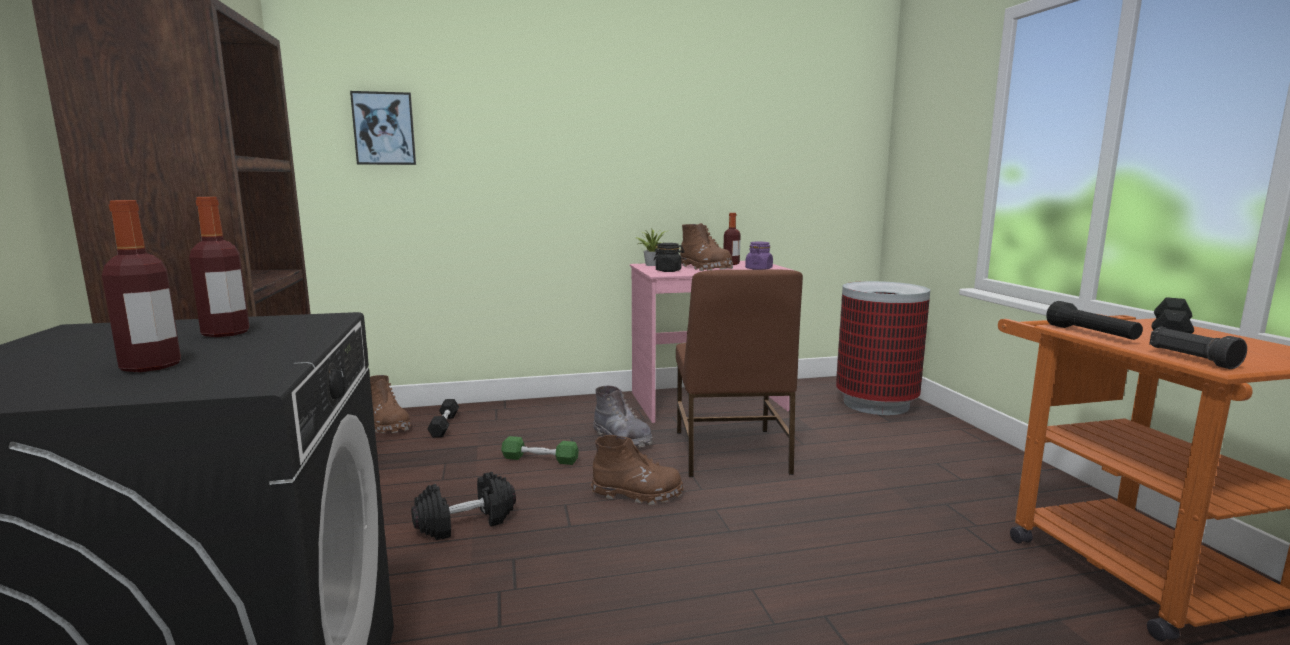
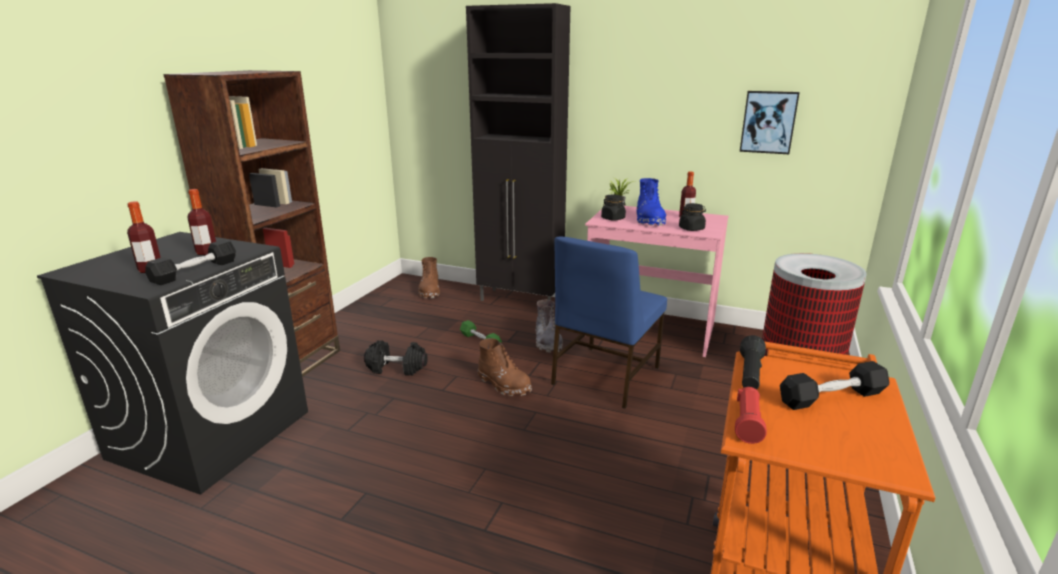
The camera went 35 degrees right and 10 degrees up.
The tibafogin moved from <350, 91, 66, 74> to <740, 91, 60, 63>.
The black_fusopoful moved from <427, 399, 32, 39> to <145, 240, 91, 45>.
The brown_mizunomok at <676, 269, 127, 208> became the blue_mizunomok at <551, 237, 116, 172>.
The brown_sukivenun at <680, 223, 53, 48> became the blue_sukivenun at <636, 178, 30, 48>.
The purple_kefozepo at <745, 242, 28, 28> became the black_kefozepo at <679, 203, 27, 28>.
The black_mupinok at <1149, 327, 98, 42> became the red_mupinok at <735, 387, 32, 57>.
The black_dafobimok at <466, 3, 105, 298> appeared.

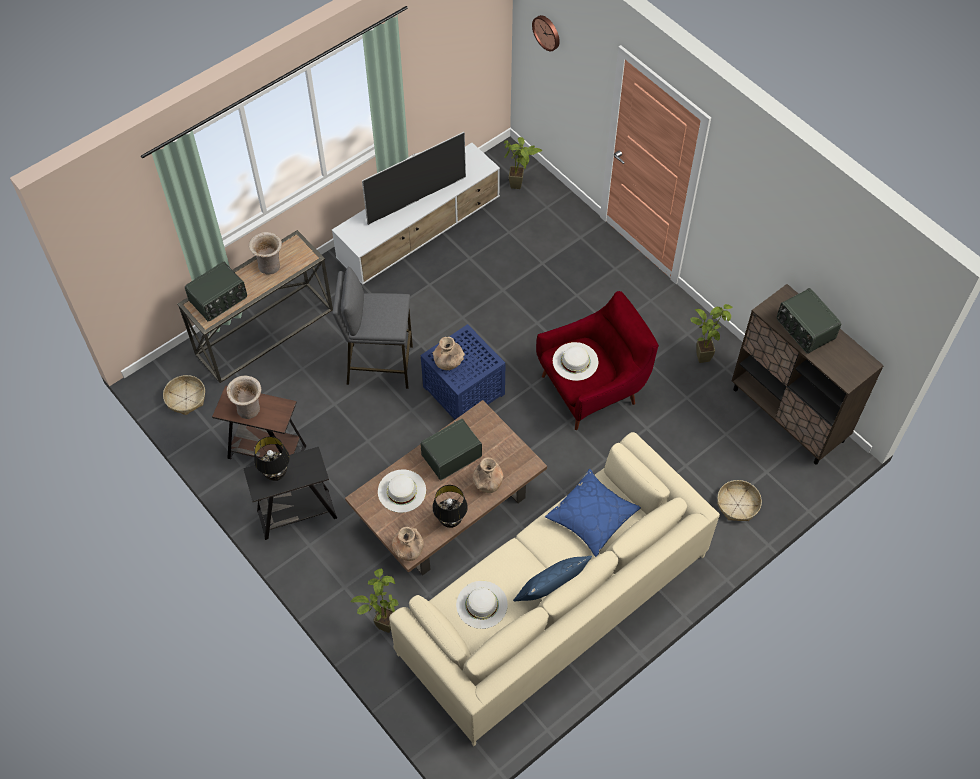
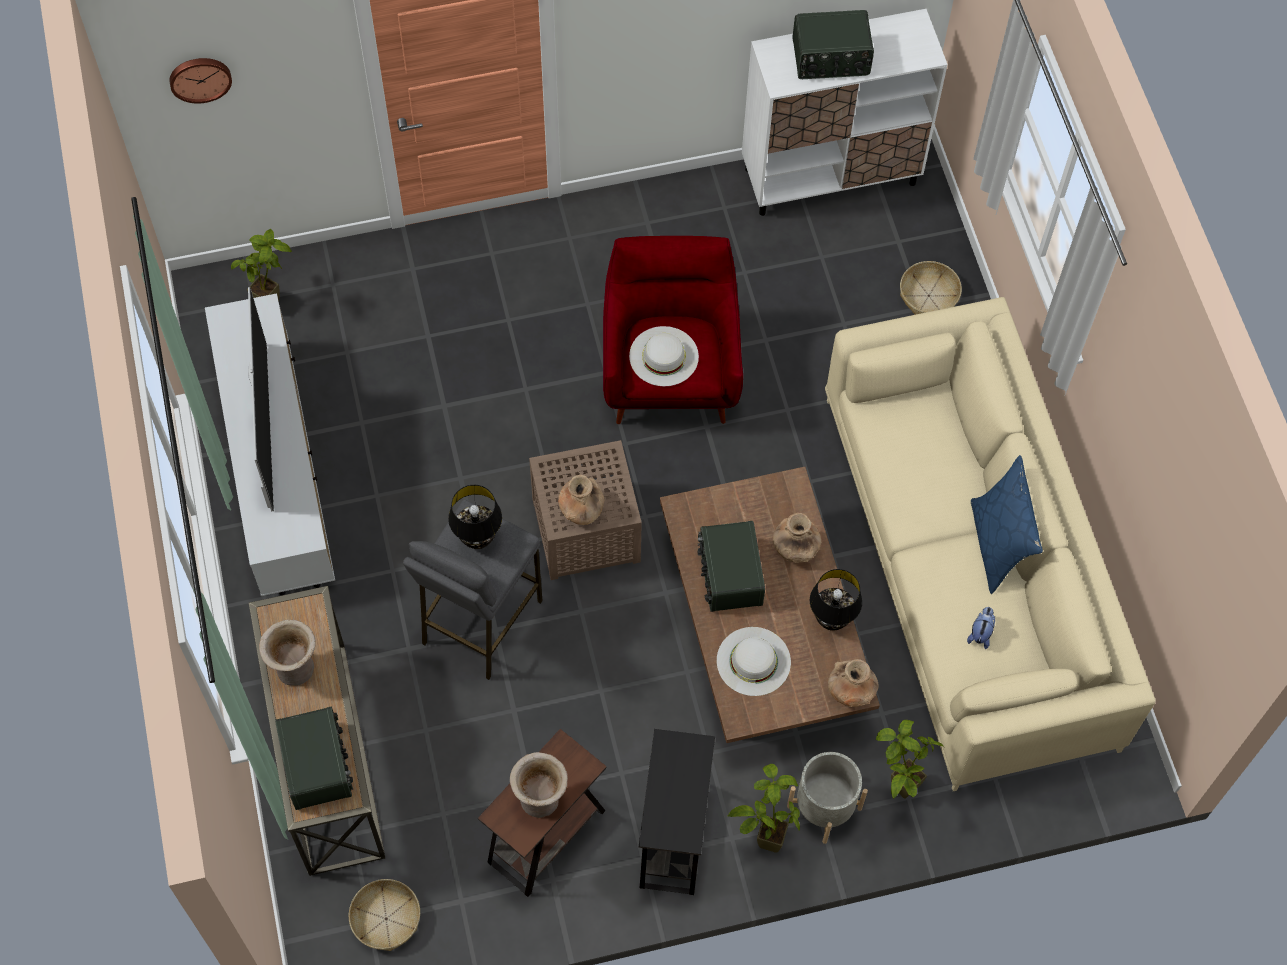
The camera went 65 degrees left and 5 degrees up.
The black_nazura moved from <254, 436, 36, 45> to <448, 485, 54, 64>.
The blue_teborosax at <421, 324, 84, 96> became the brown_teborosax at <529, 440, 113, 140>.
The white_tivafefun at <456, 581, 52, 48> was replaced by the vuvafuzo at <967, 607, 28, 42>.
The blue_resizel at <545, 469, 96, 88> disappeared.
The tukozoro moved from <690, 304, 42, 59> to <728, 764, 72, 89>.
The brown_dafobimok at <732, 284, 152, 181> became the white_dafobimok at <742, 9, 206, 207>.
The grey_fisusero at <787, 752, 81, 92> appeared.

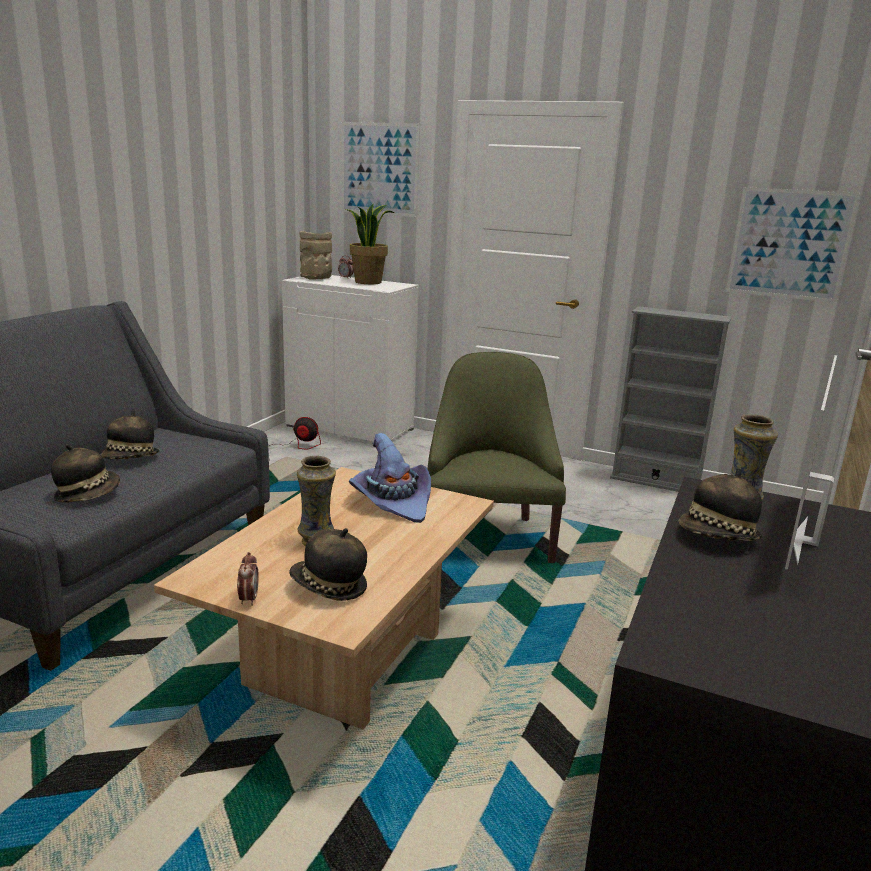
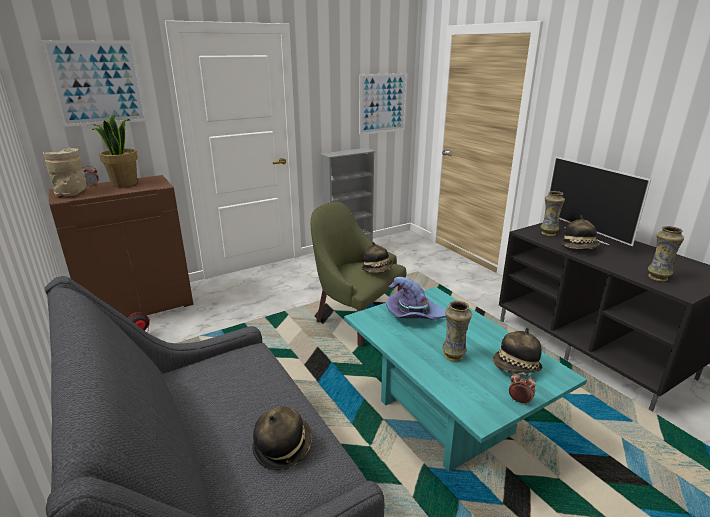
The camera went 55 degrees left and 5 degrees up.
The tivafefun moved from <101, 410, 58, 49> to <362, 242, 31, 31>.
The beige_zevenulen at <154, 467, 340, 262> became the turquoise_zevenulen at <344, 287, 243, 185>.
The white_dafobimok at <282, 275, 137, 167> became the brown_dafobimok at <49, 175, 144, 142>.
The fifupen at <648, 226, 36, 56> appeared.

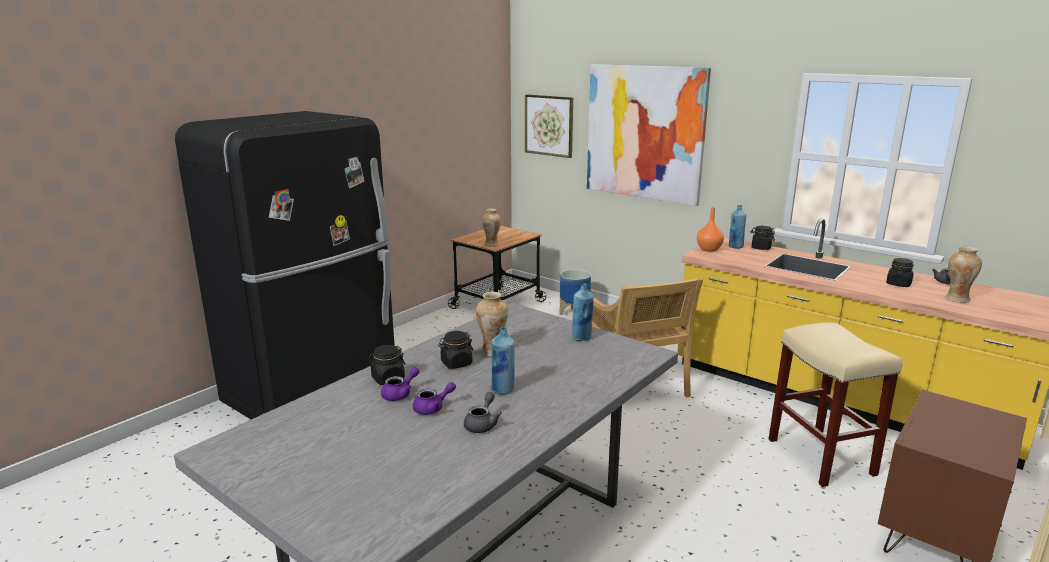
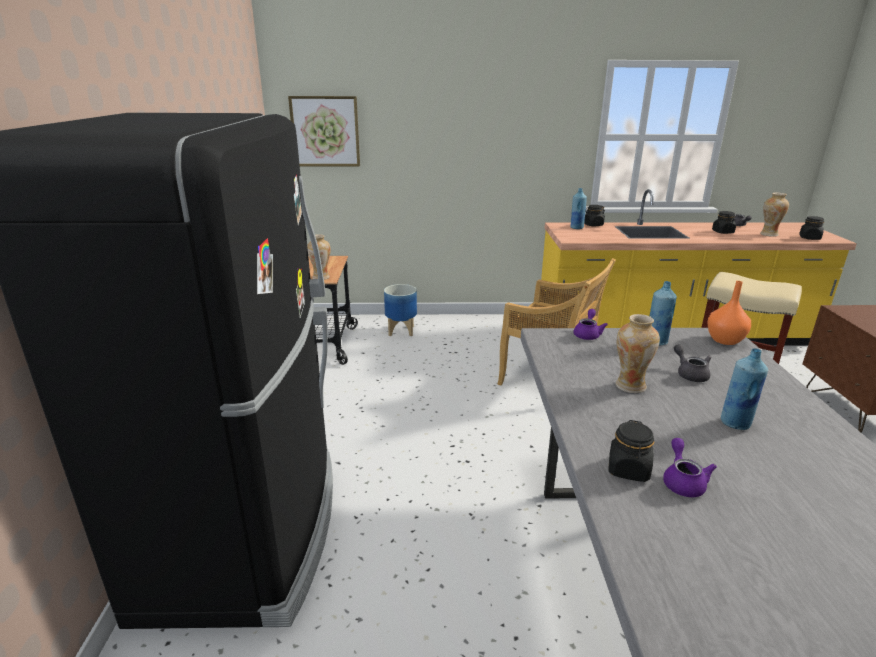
The camera went 40 degrees left and 5 degrees up.
The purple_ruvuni moved from <413, 382, 43, 33> to <574, 309, 34, 31>.
The black_kefozepo moved from <438, 331, 35, 38> to <799, 216, 25, 24>.
The grey_ruvuni moved from <464, 392, 38, 41> to <674, 344, 37, 38>.
The tibafogin at <587, 64, 124, 142> disappeared.
The orange_fifupen moved from <697, 207, 27, 45> to <707, 281, 44, 64>.

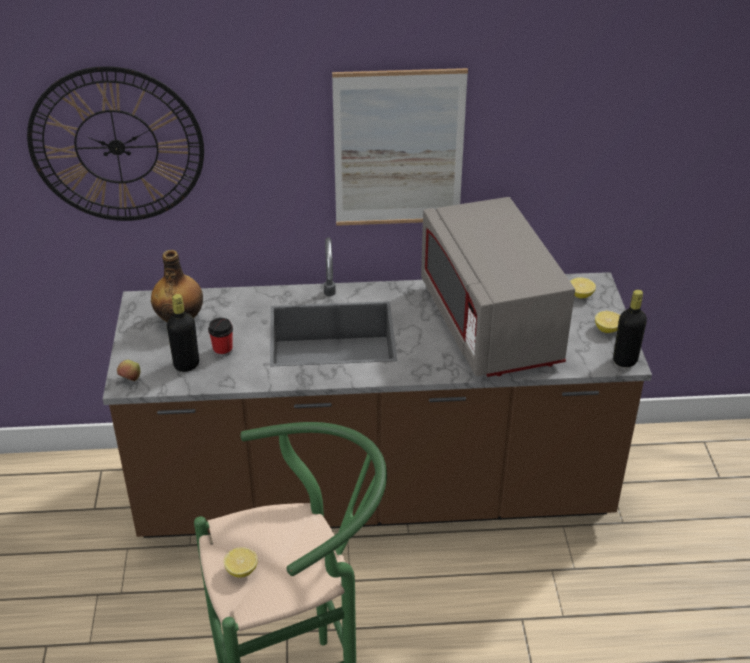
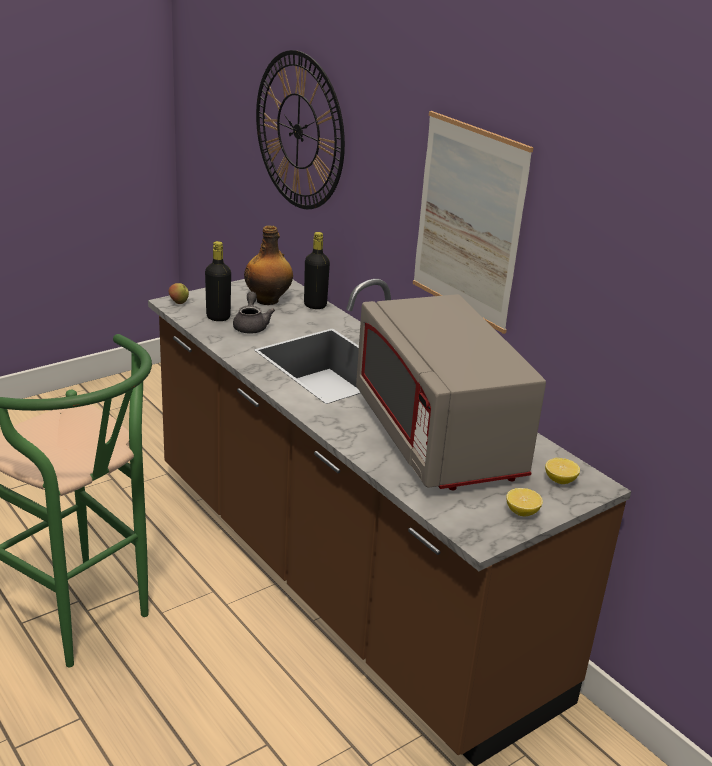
The camera went 55 degrees right and 10 degrees down.
The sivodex at <208, 318, 25, 39> was replaced by the grey_ruvuni at <233, 291, 42, 43>.
The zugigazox at <224, 547, 34, 31> disappeared.
The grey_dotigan at <421, 197, 154, 180> turned 60 degrees counterclockwise.
The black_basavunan moved from <613, 290, 34, 77> to <304, 232, 26, 77>.

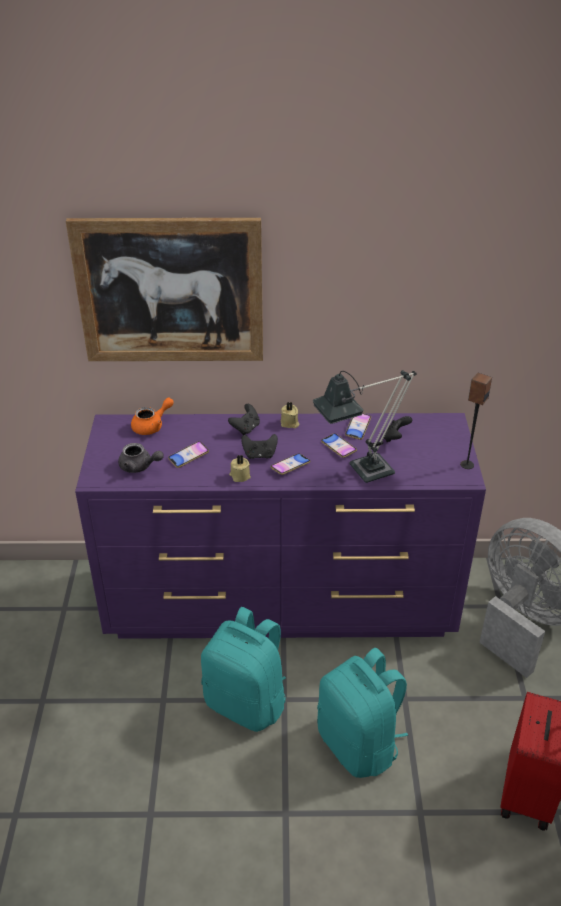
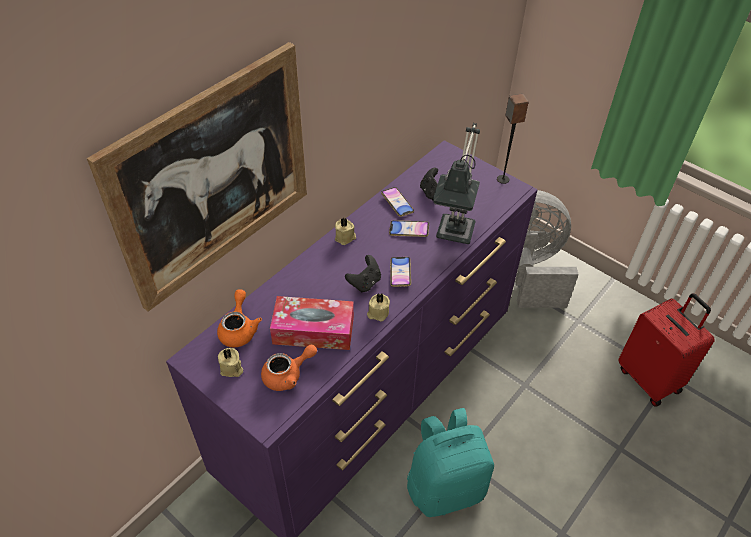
The camera went 50 degrees left and 10 degrees up.
The grey_ruvuni at <118, 443, 46, 30> became the orange_ruvuni at <261, 345, 56, 46>.
The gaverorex at <168, 441, 41, 27> was replaced by the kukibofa at <270, 296, 84, 54>.
The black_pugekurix at <228, 404, 32, 31> disappeared.
The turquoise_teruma at <318, 648, 90, 130> disappeared.
The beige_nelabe at <218, 348, 25, 29> appeared.

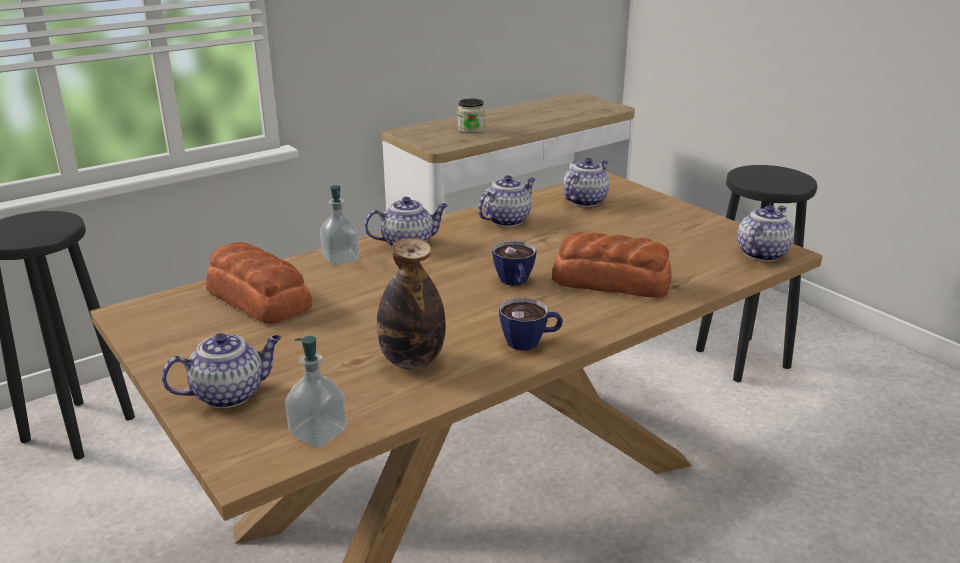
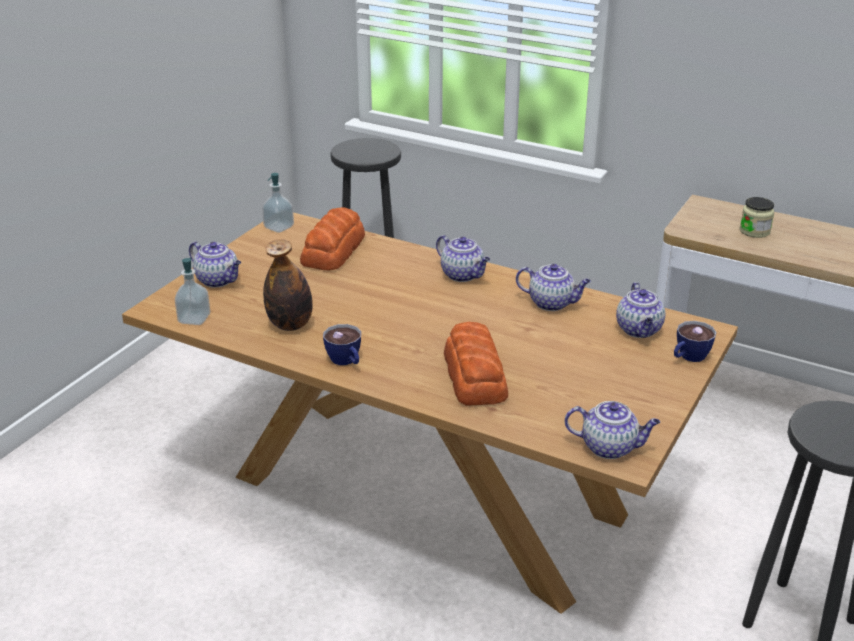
The camera went 65 degrees right and 5 degrees up.
The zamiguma moved from <320, 185, 39, 80> to <262, 173, 32, 60>.
The sivodex moved from <492, 241, 45, 45> to <674, 321, 42, 41>.
The ruvuni at <563, 158, 47, 49> turned 75 degrees clockwise.

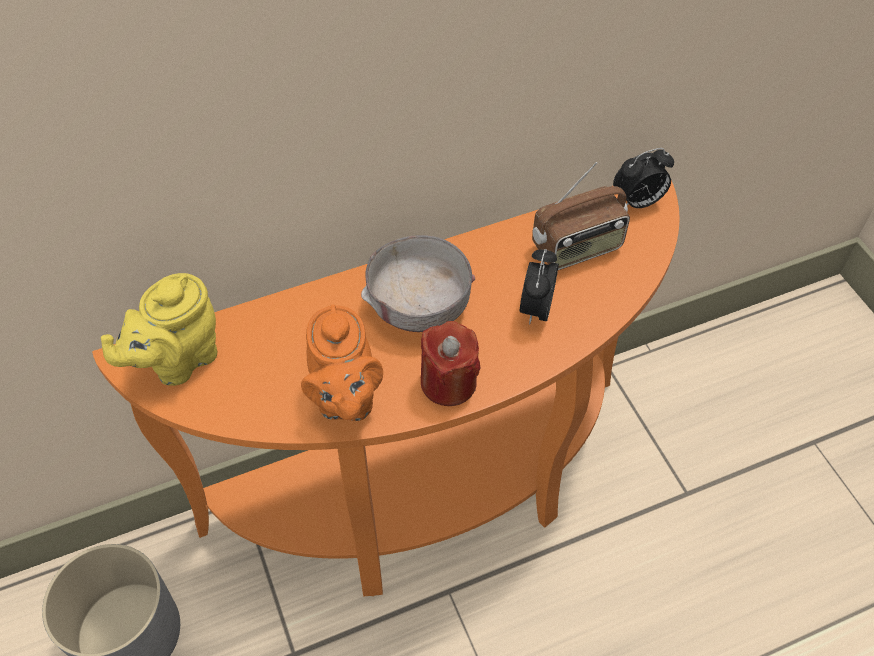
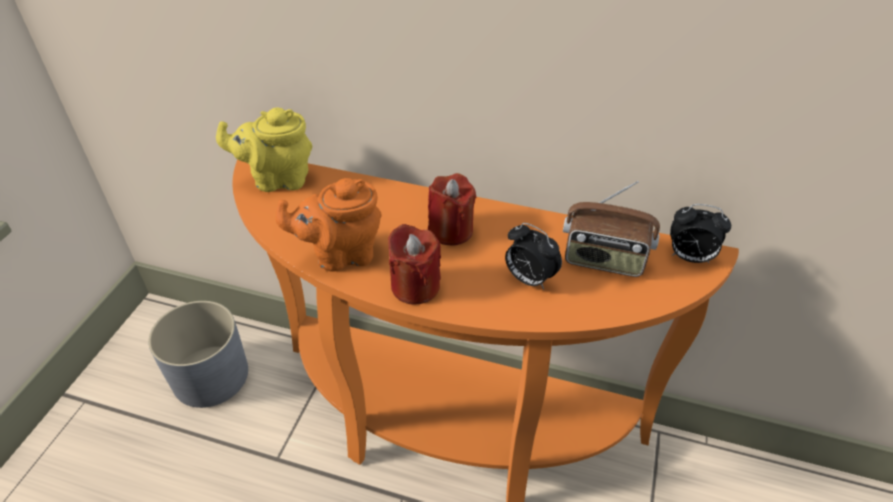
The camera went 40 degrees right and 10 degrees down.
The orange_ruvuni at <301, 304, 82, 117> turned 45 degrees clockwise.
The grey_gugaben at <361, 235, 114, 97> was replaced by the red_nelabe at <428, 173, 48, 73>.
The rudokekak at <520, 249, 39, 76> turned 105 degrees counterclockwise.

